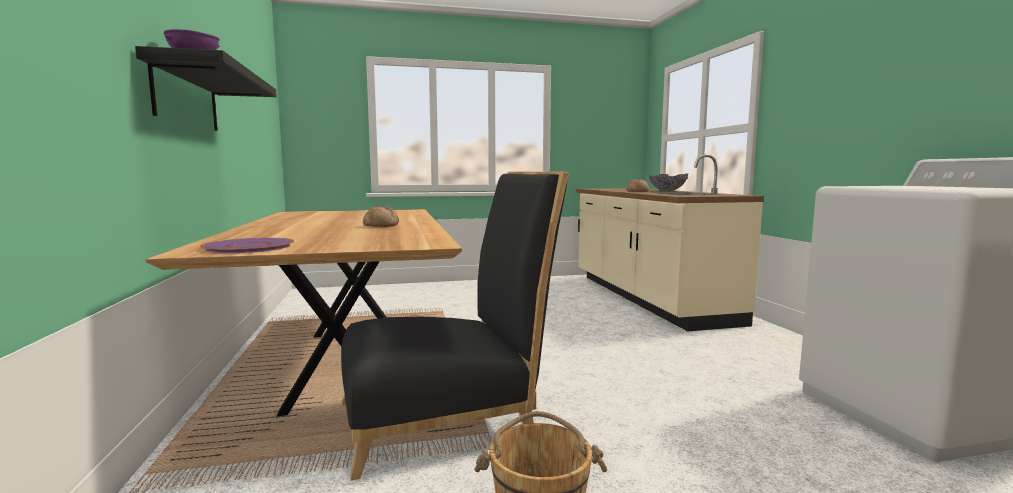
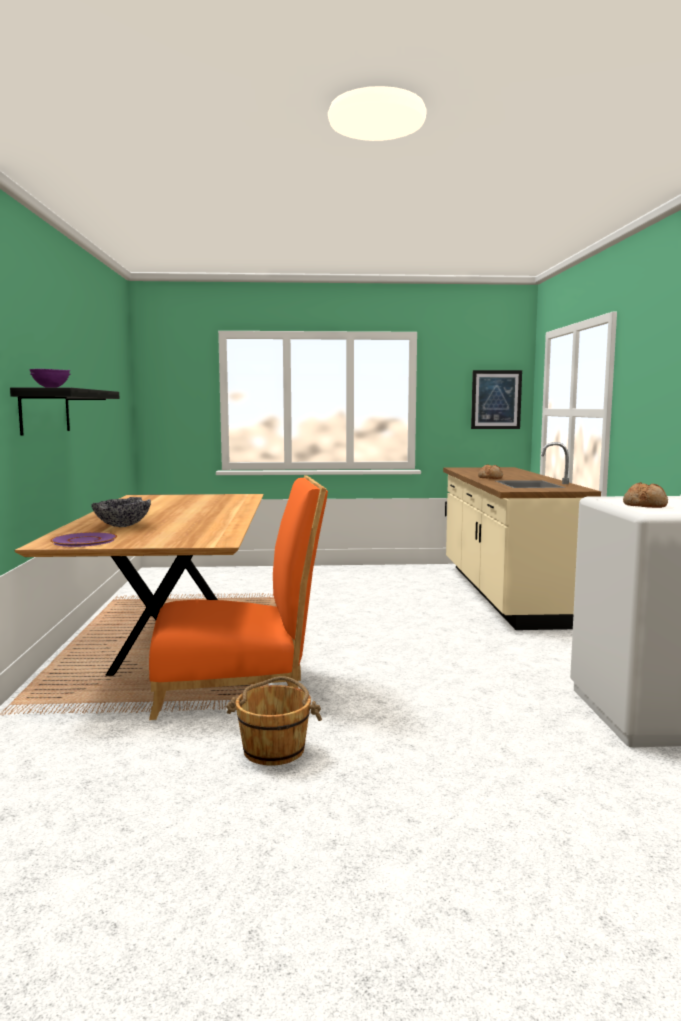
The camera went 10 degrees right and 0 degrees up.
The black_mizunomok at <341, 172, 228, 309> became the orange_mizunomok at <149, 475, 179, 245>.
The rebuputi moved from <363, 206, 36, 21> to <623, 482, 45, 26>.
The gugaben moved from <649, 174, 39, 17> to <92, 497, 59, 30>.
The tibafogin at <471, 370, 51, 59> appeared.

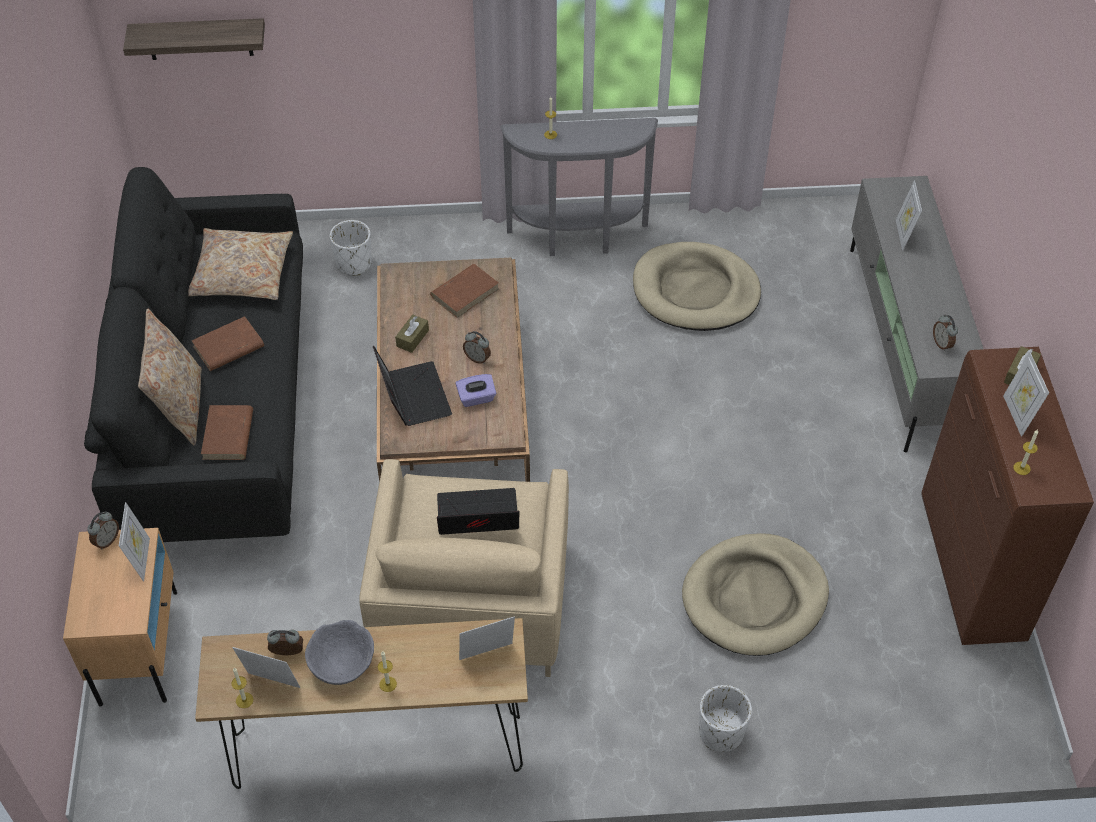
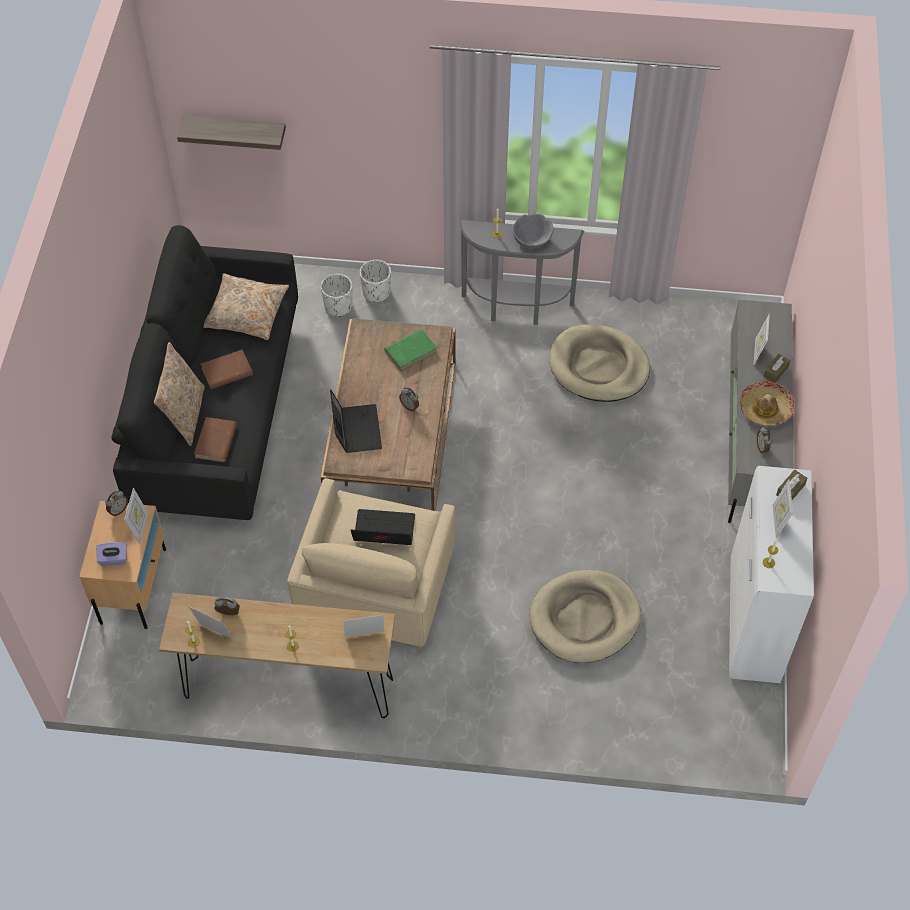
The camera went 10 degrees right and 5 degrees up.
The grey_gugaben moved from <305, 620, 69, 65> to <512, 214, 41, 35>.
The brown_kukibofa moved from <395, 315, 34, 38> to <763, 353, 27, 30>.
The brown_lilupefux at <430, 264, 69, 54> became the green_lilupefux at <384, 329, 53, 42>.
The purple_kukibofa moved from <456, 374, 40, 33> to <96, 542, 31, 24>.
The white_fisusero moved from <699, 685, 53, 67> to <360, 260, 31, 42>.
The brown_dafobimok at <921, 347, 173, 298> became the white_dafobimok at <729, 466, 85, 217>.
The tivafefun at <740, 381, 55, 45> appeared.

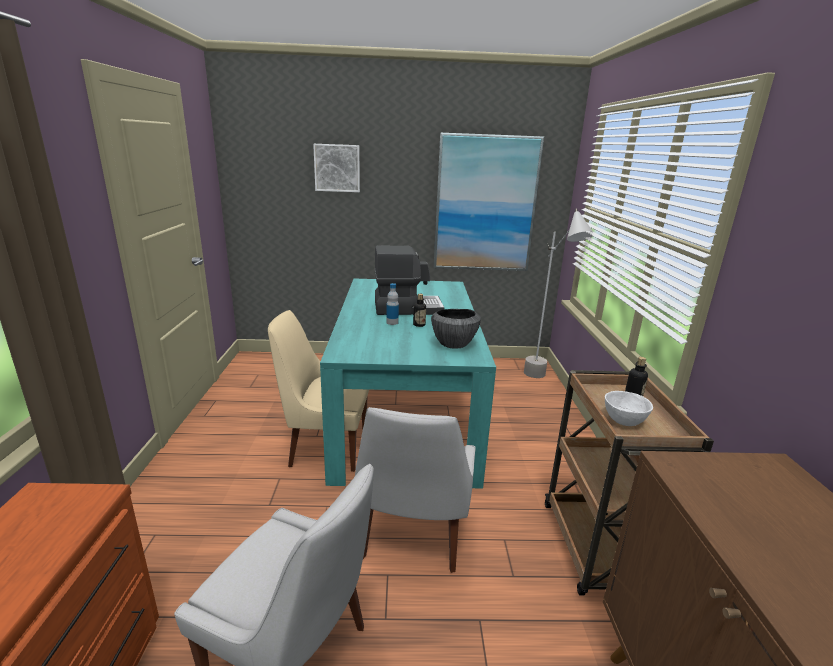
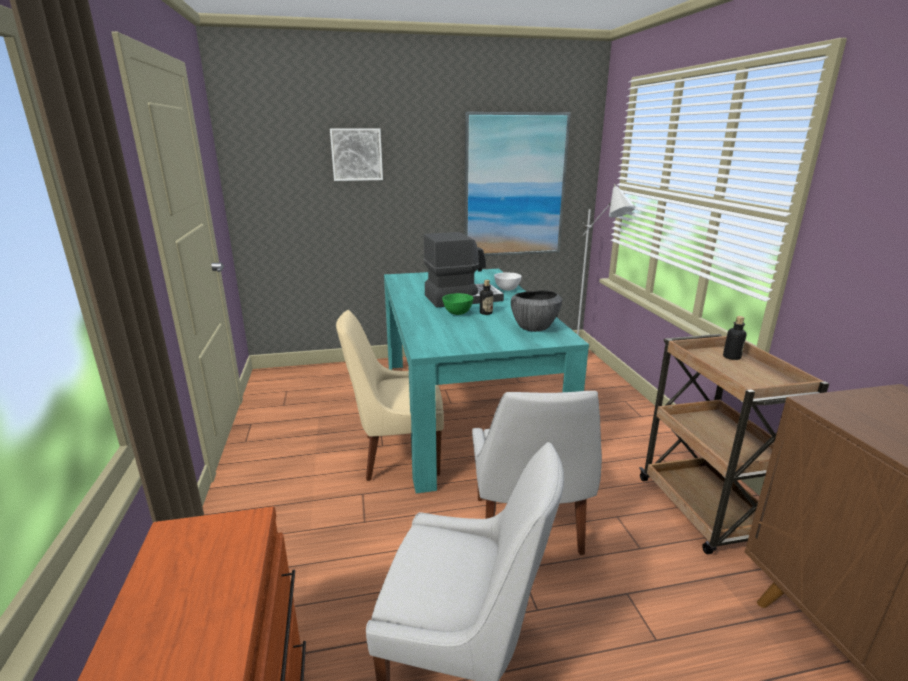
The camera went 10 degrees left and 0 degrees up.
The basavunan at <386, 283, 13, 42> was replaced by the green_gugaben at <442, 293, 31, 22>.
The white_gugaben moved from <605, 391, 48, 35> to <494, 272, 28, 19>.

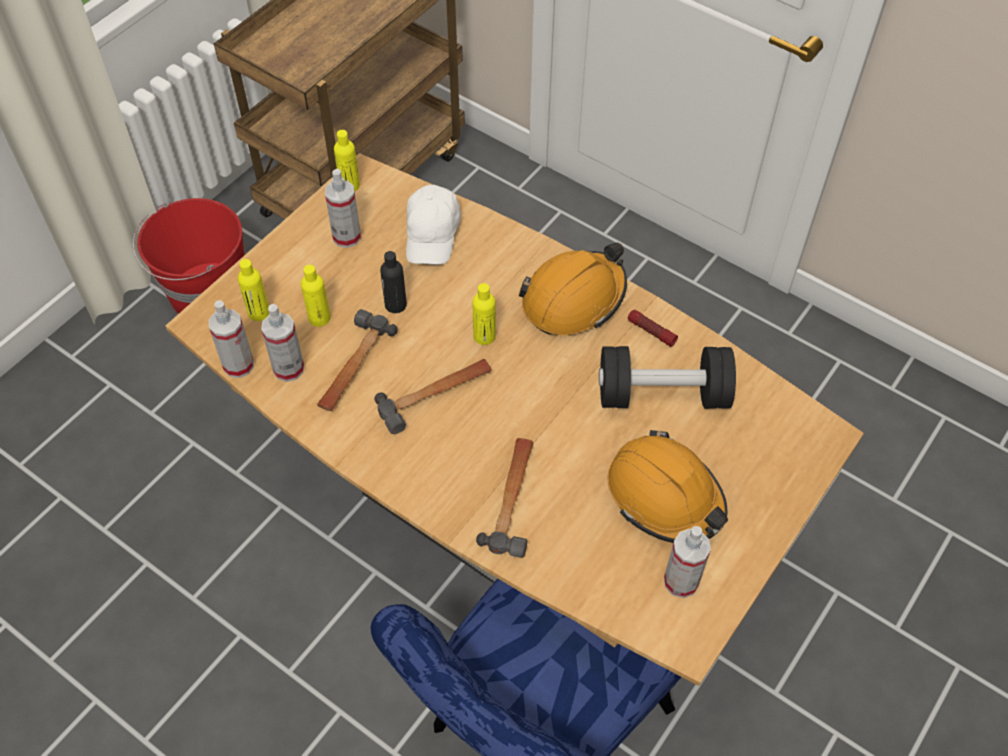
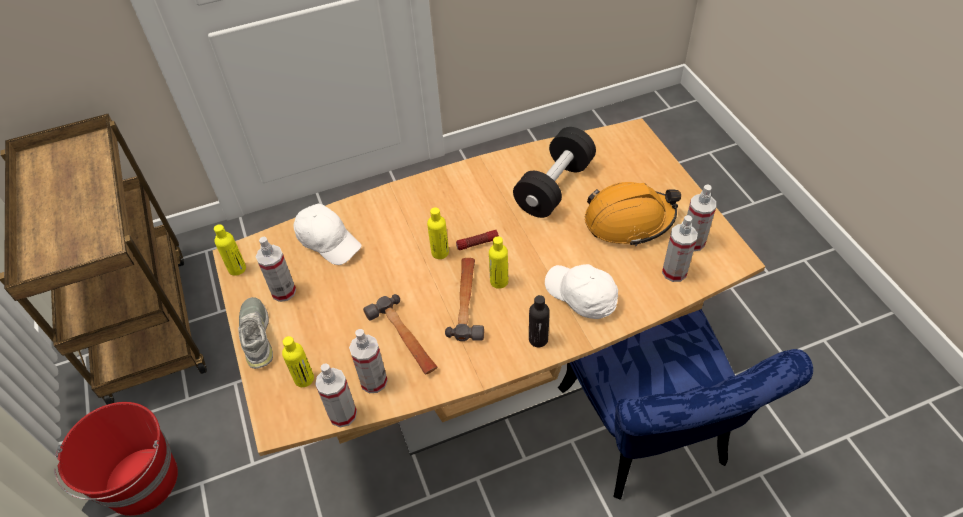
The camera went 55 degrees left and 5 degrees down.
The yellow_basavunan moved from <301, 265, 29, 62> to <489, 236, 19, 53>.
The black_basavunan moved from <380, 251, 27, 62> to <529, 295, 21, 52>.
The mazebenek at <476, 438, 57, 120> was replaced by the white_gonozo at <545, 264, 73, 55>.
The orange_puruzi at <519, 243, 108, 92> disappeared.
The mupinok moved from <628, 310, 50, 37> to <456, 230, 43, 20>.
The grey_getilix at <238, 297, 35, 72> appeared.
The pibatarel at <662, 215, 36, 67> appeared.

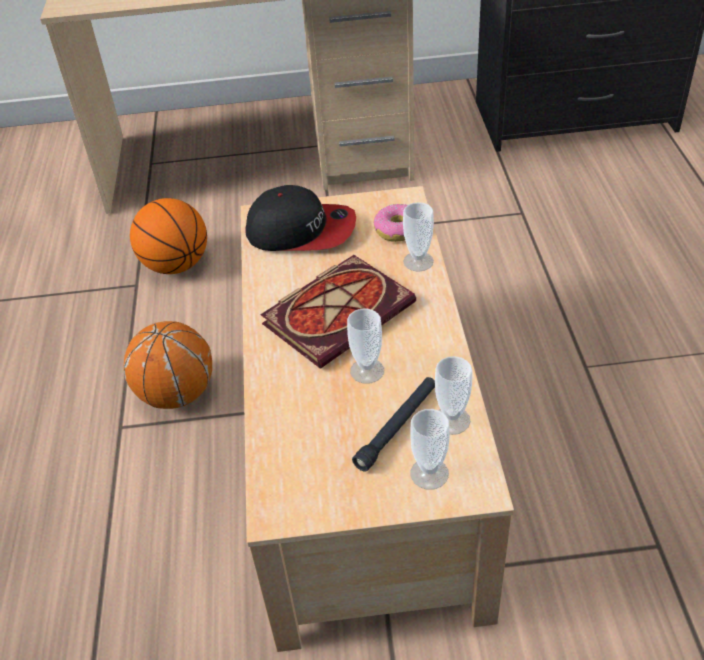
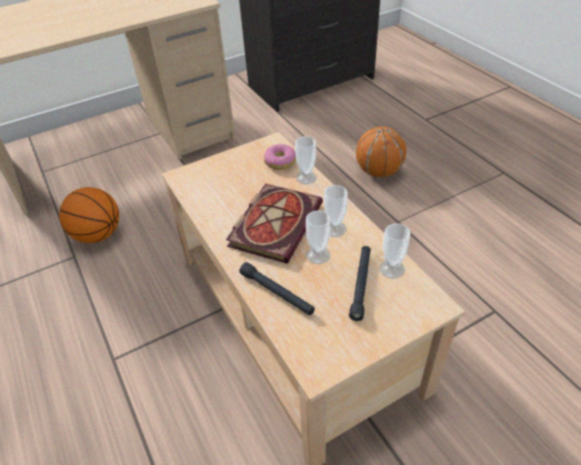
The camera went 25 degrees left and 0 degrees up.
The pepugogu moved from <124, 321, 88, 88> to <356, 127, 50, 50>.
The gonozo at <245, 185, 111, 66> disappeared.
The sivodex moved from <410, 409, 39, 81> to <324, 185, 24, 52>.
The black_mupinok at <239, 262, 76, 53> appeared.

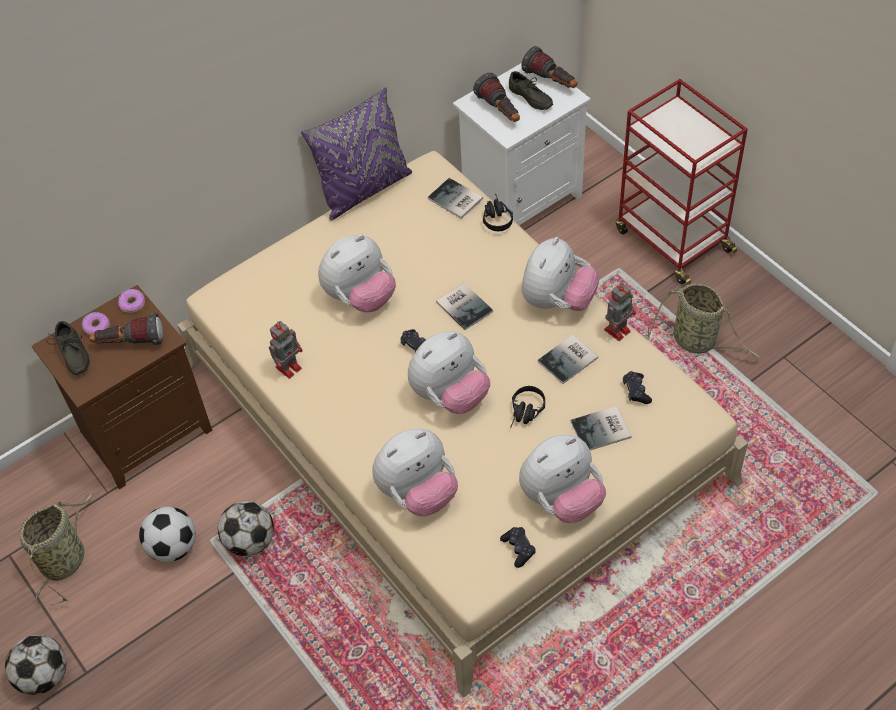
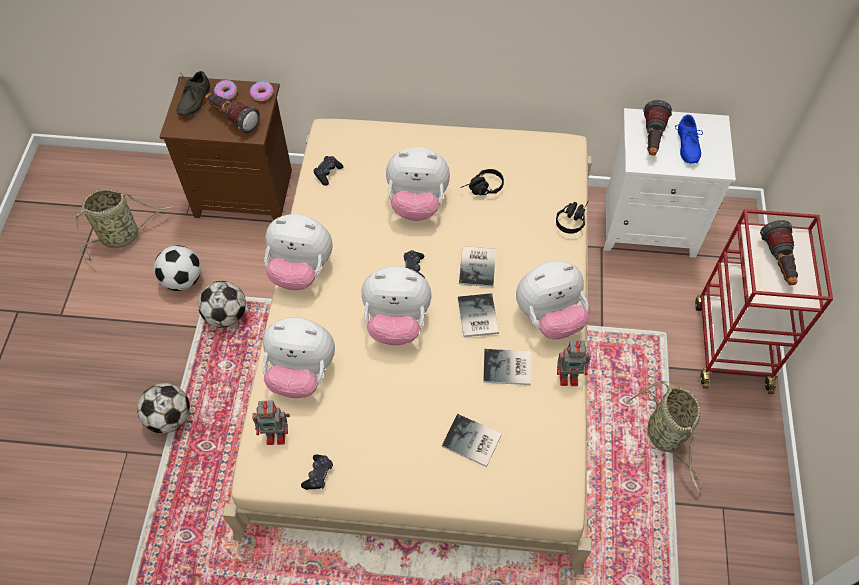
The camera went 40 degrees right and 5 degrees up.
The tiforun moved from <5, 635, 61, 60> to <137, 383, 53, 50>.
The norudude moved from <269, 321, 34, 58> to <252, 400, 38, 45>.
The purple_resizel at <301, 87, 111, 134> disappeared.
The lilupefux moved from <428, 178, 55, 41> to <458, 293, 41, 44>.
The grey_getilix at <509, 71, 44, 39> became the blue_getilix at <675, 115, 28, 49>.
The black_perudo moved from <510, 386, 35, 42> to <460, 169, 44, 26>.
The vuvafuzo moved from <519, 435, 87, 88> to <264, 214, 69, 76>.
The mupinok moved from <521, 46, 57, 42> to <760, 220, 38, 65>.
The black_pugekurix moved from <623, 371, 29, 33> to <314, 156, 29, 30>.

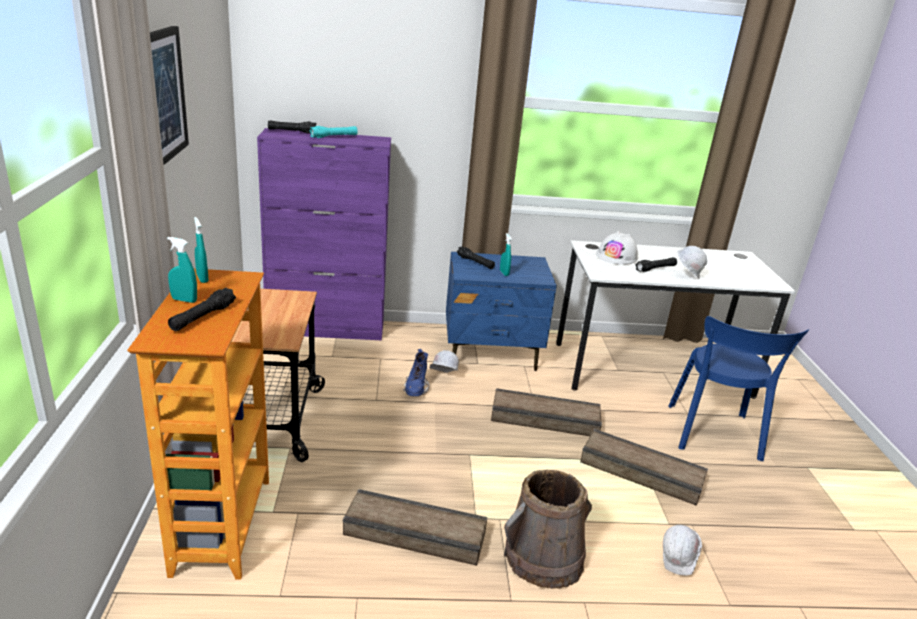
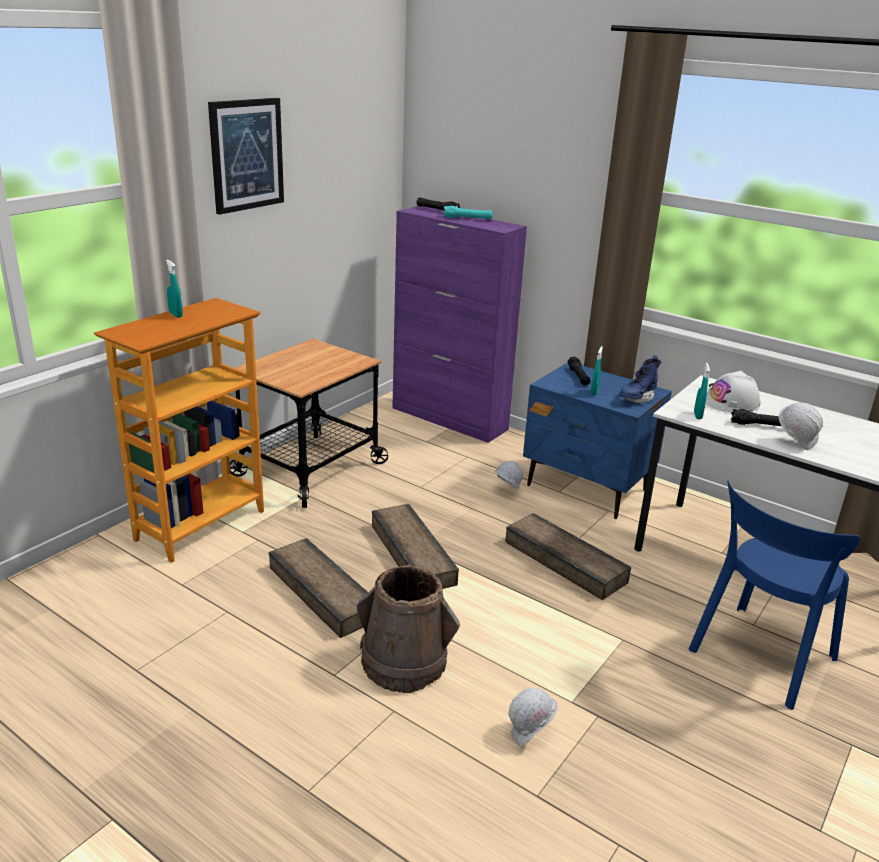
The camera went 40 degrees right and 0 degrees up.
The black_mupinok at <168, 288, 68, 43> disappeared.
The turquoise_pibatarel moved from <194, 217, 15, 66> to <694, 363, 16, 56>.
The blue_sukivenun moved from <403, 349, 26, 47> to <619, 356, 43, 47>.
The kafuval moved from <580, 429, 128, 77> to <372, 504, 87, 85>.

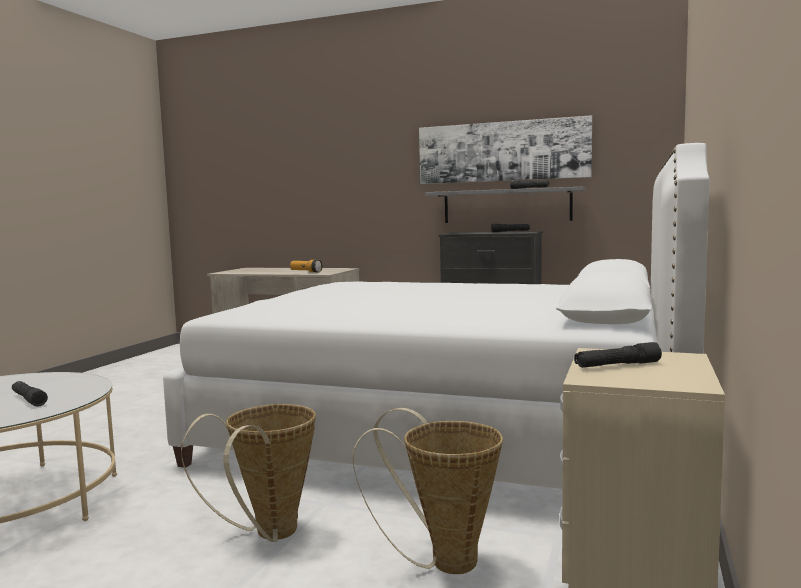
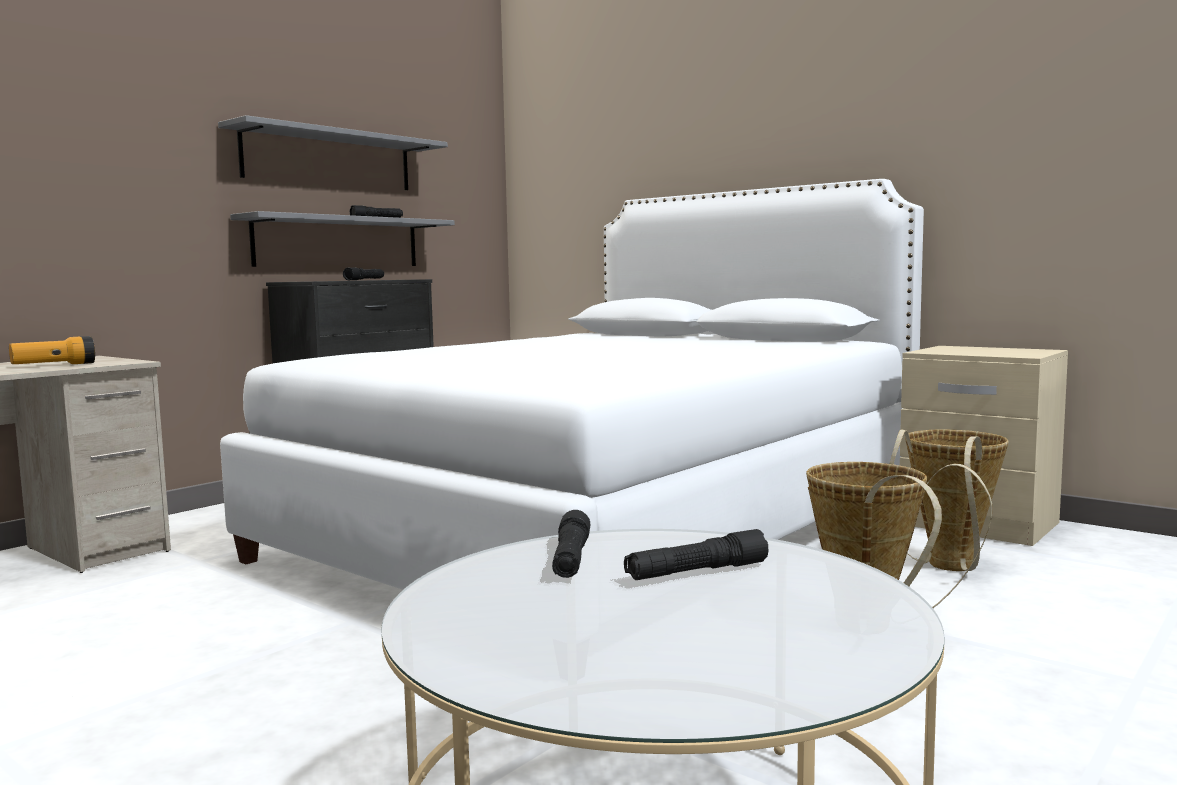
The camera went 70 degrees left and 0 degrees up.
The tibafogin at <419, 115, 173, 69> was replaced by the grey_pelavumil at <218, 115, 230, 75>.
The black_mupinok moved from <574, 342, 88, 26> to <552, 510, 38, 68>.

